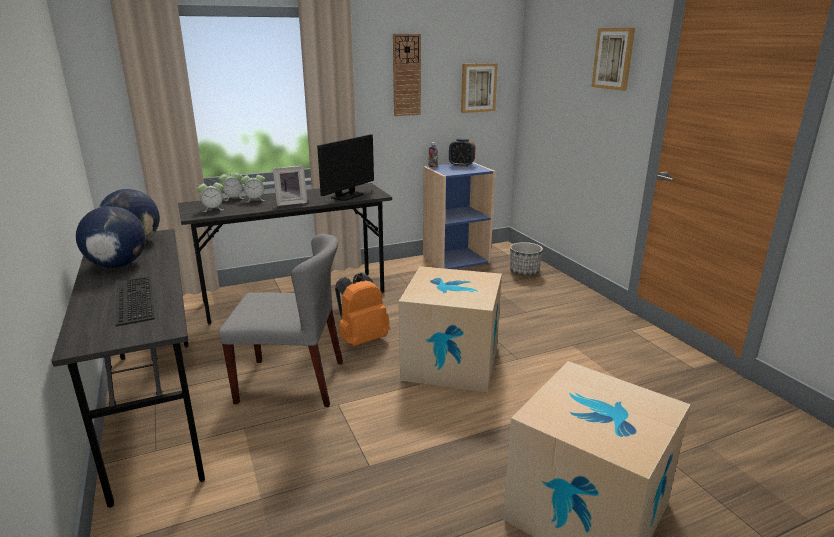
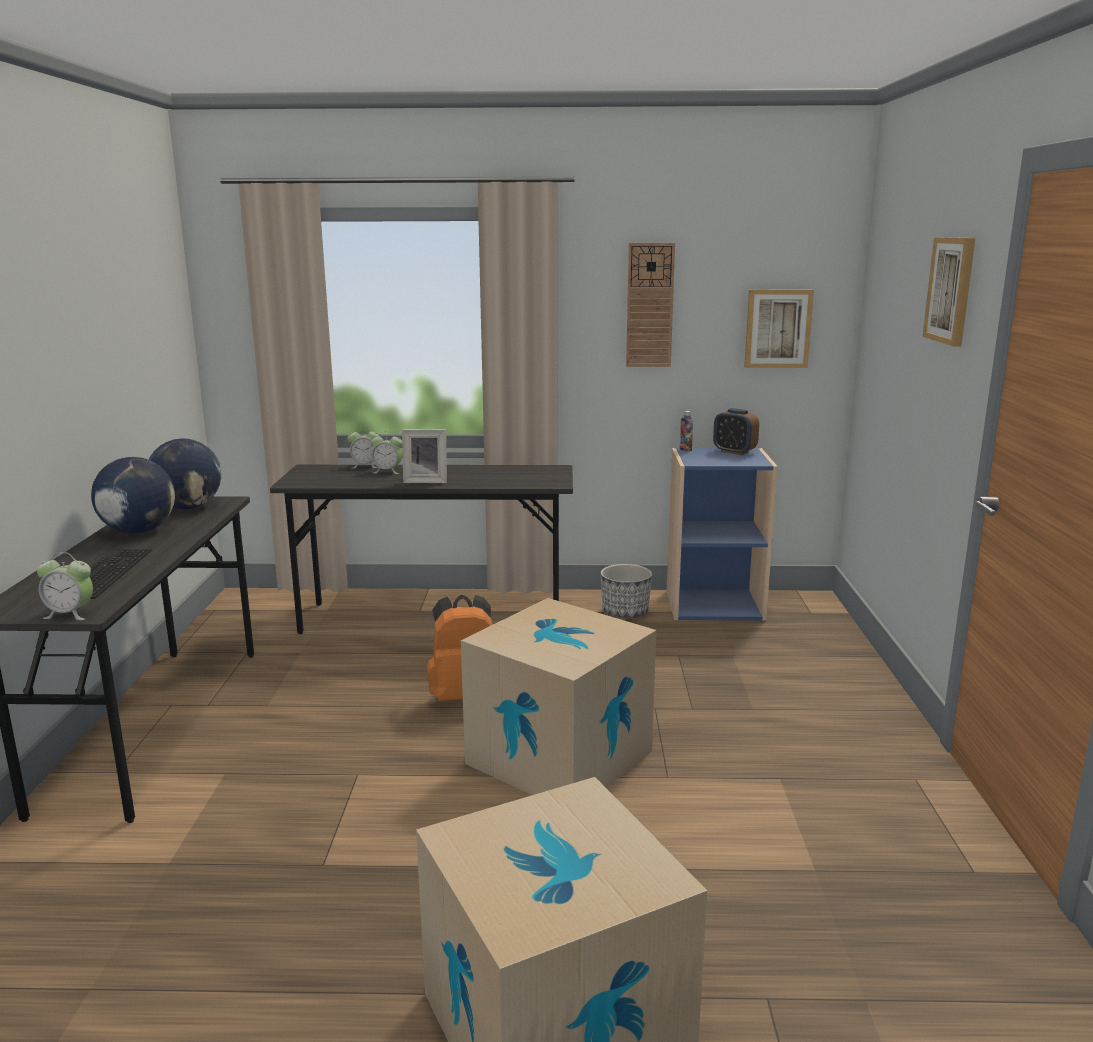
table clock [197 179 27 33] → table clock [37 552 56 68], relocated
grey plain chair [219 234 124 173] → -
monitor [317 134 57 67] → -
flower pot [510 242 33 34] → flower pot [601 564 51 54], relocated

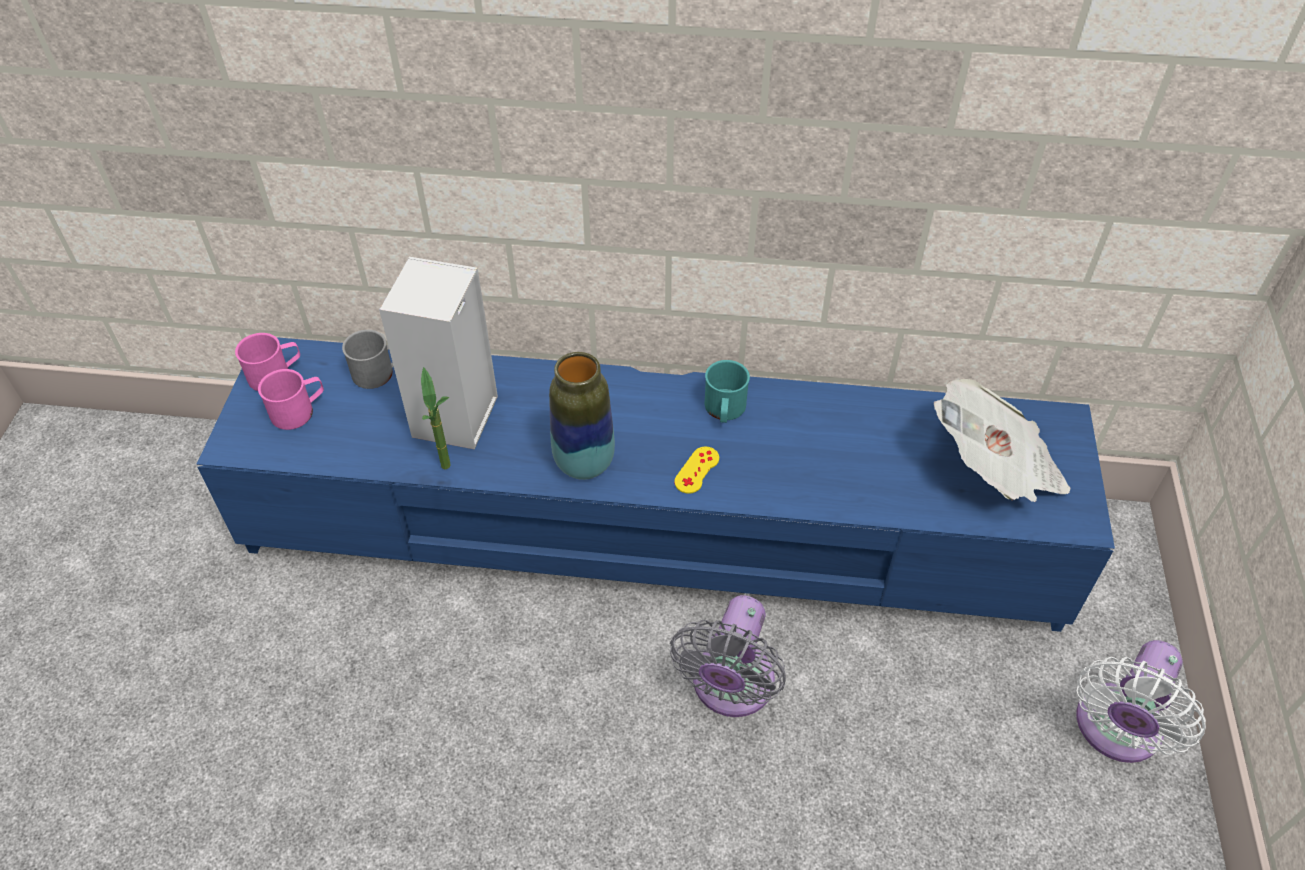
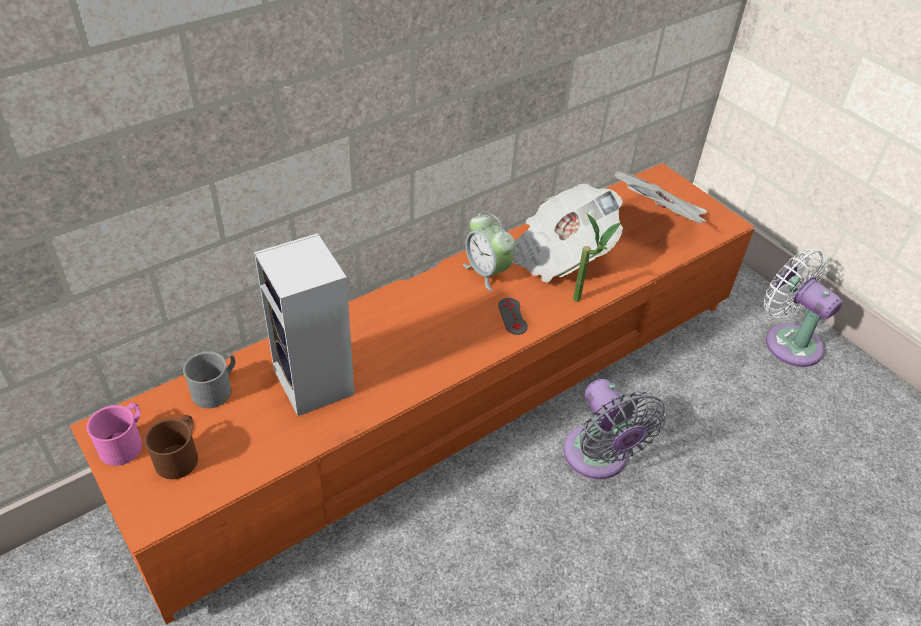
bluish media console [197 337 918 295] → orange media console [70 163 684 462]
pinkish coffee mug [258 369 66 61] → brownish coffee mug [144 415 54 64]
houseplant [421 367 30 103] → houseplant [573 214 48 88], relocated
decorative vase [549 352 66 128] → -
yellow joypad [674 447 45 47] → grey joypad [498 298 30 37]
turquoise-coloured coffee mug [705 360 45 63] → table clock [463 214 52 77]
white cooling fan [1077 640 129 123] → white cooling fan [764 249 79 118], 150 degrees clockwise
- → daily paper [513 183 110 100]

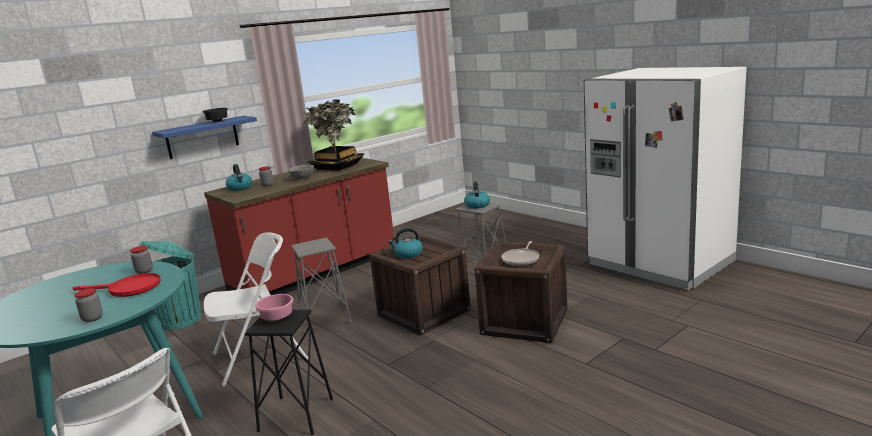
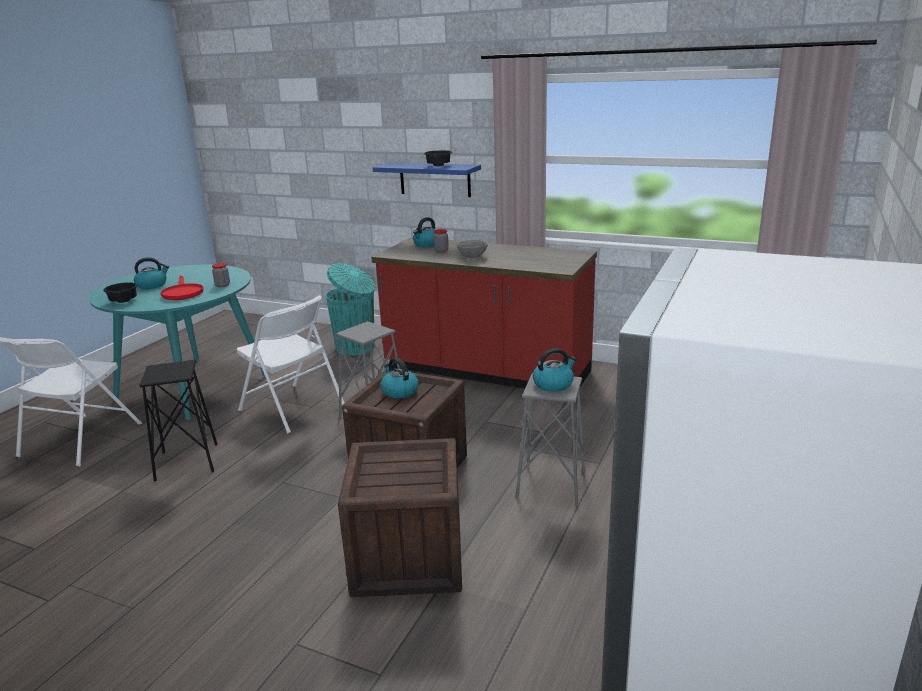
storage jar [74 288 29 34] → black bowl [103 282 34 21]
pinkish bowl [255 294 39 27] → -
houseplant [303 99 61 71] → -
pan [501 241 38 25] → -
- → kettle [134 257 35 32]

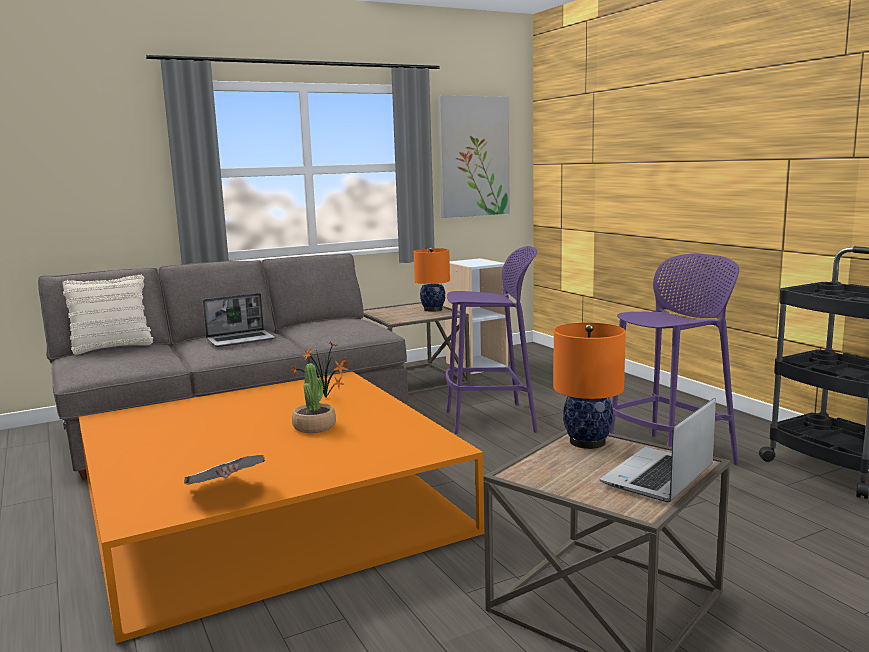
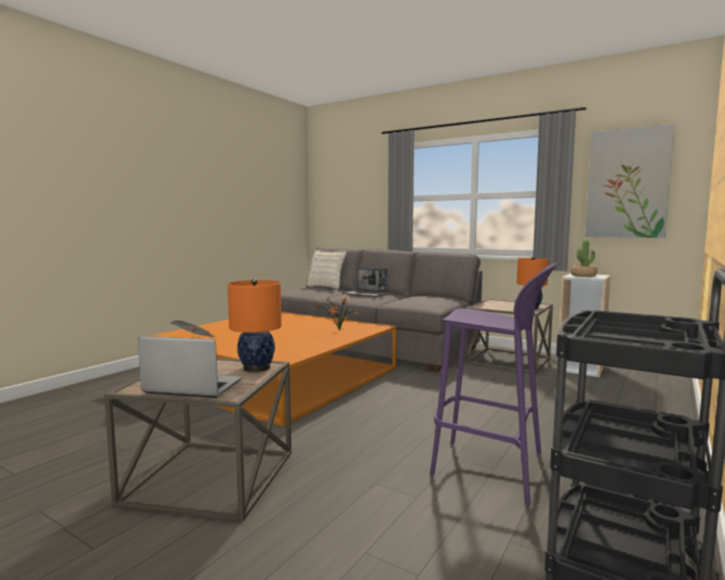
houseplant [292 363 44 70] → houseplant [571 240 26 37], relocated
purple-coloured stool [446 246 92 188] → -

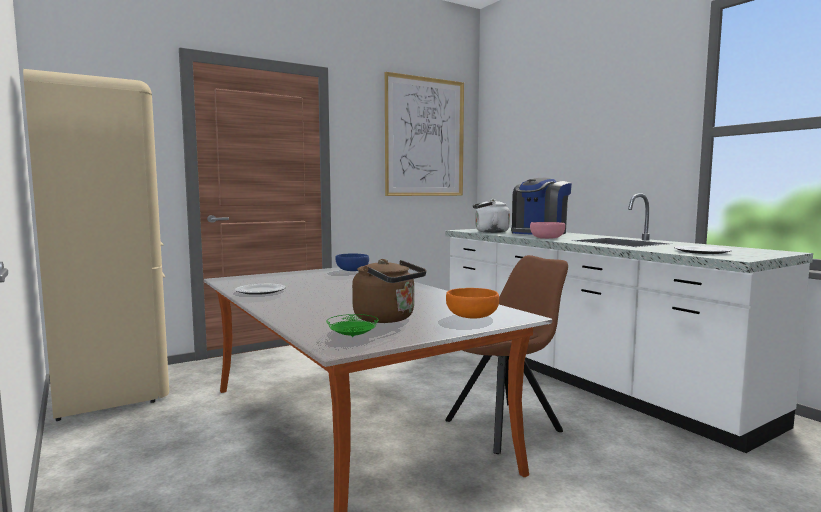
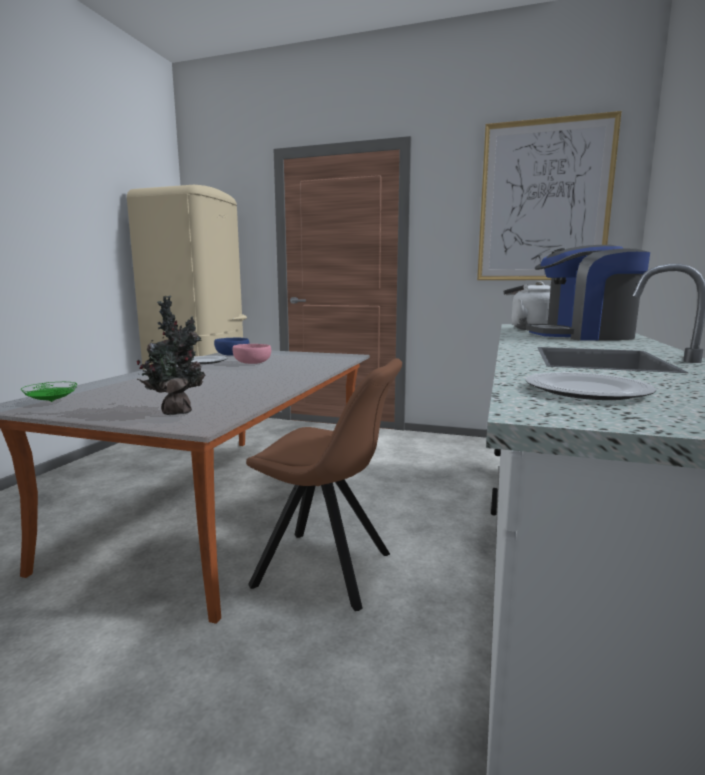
bluish bowl [336 253 33 18] → bluish bowl [214 338 35 18], relocated
brownish kettle [352 259 74 64] → -
orange bowl [446 288 53 31] → houseplant [136 295 69 120]
pinkish bowl [530 222 35 17] → pinkish bowl [232 344 39 20], relocated

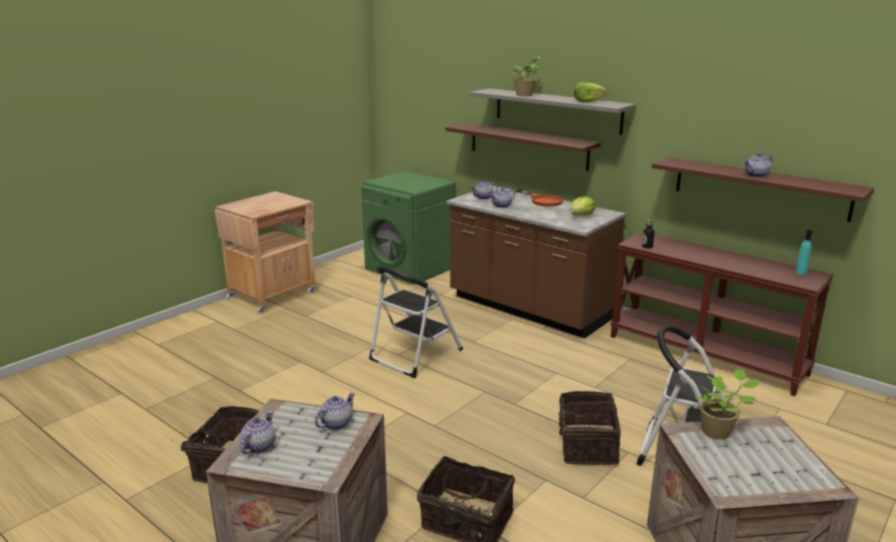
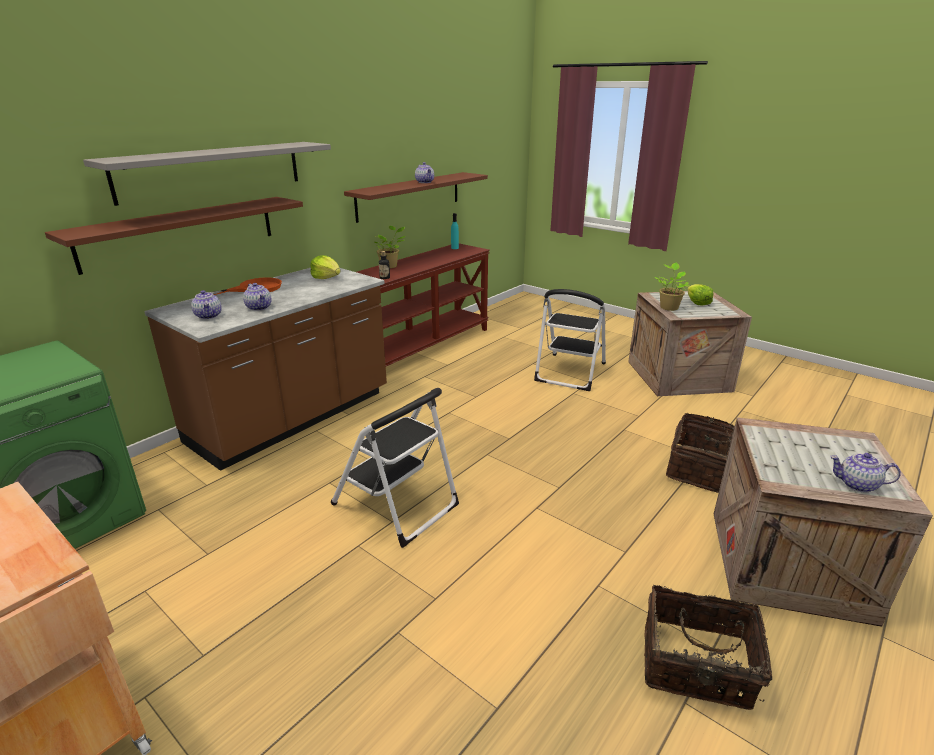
tea pot [315 392 40 38] → -
houseplant [512 56 28 41] → houseplant [374 225 32 43], relocated
household basket [546 391 75 74] → -
lettuce head [574 82 32 20] → lettuce head [687 284 26 21], relocated

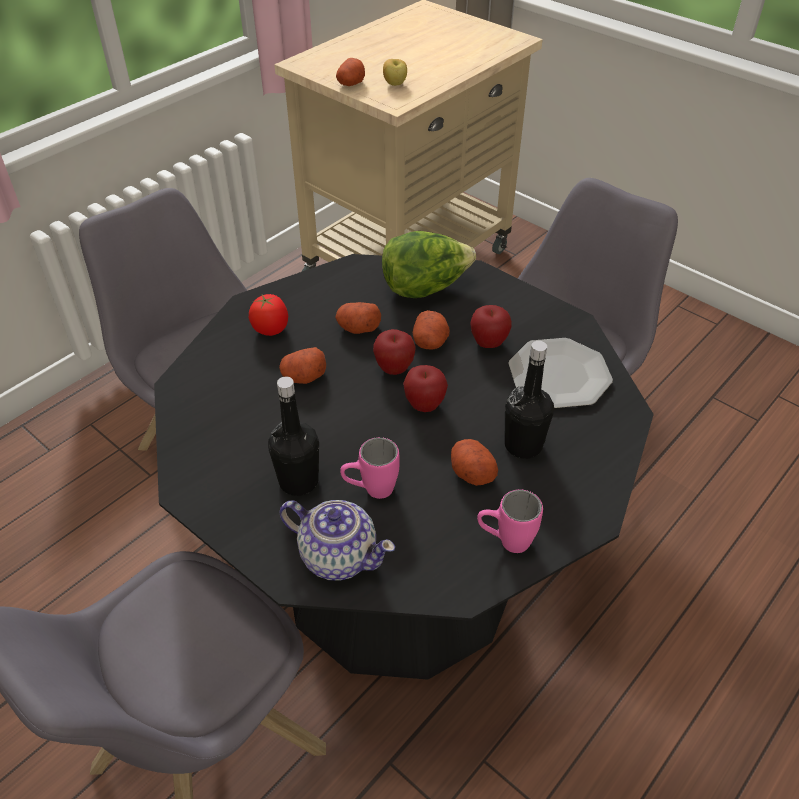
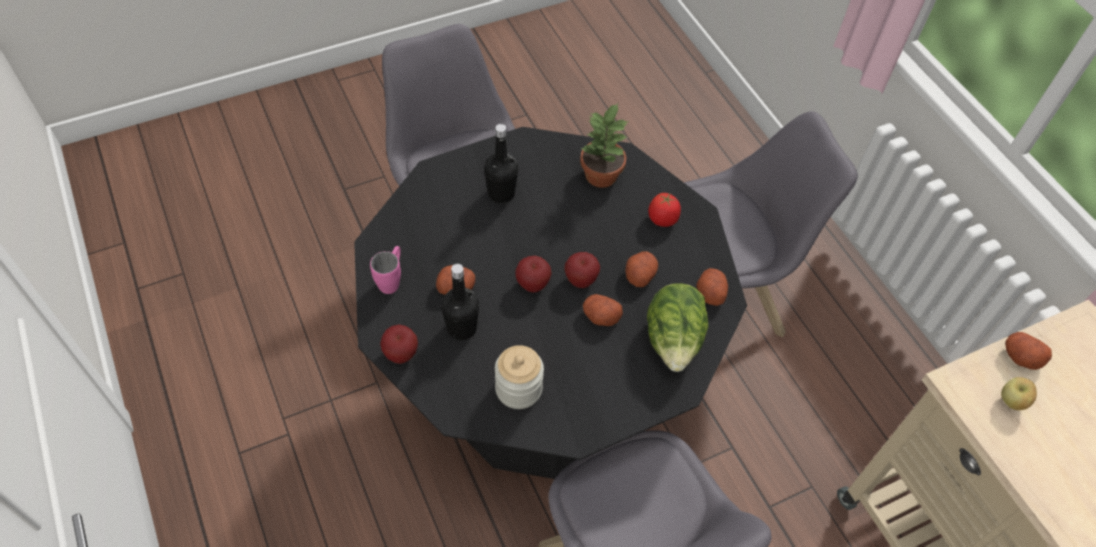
potato [279 347 47 37] → potato [696 268 32 38], relocated
tea pot [280 500 115 81] → -
pinkish coffee mug [340 437 59 62] → -
apple fruit [470 305 42 43] → apple fruit [380 324 38 40], relocated
flat dish [508 338 105 71] → storage jar [495 345 49 64]
- → houseplant [580 103 49 85]

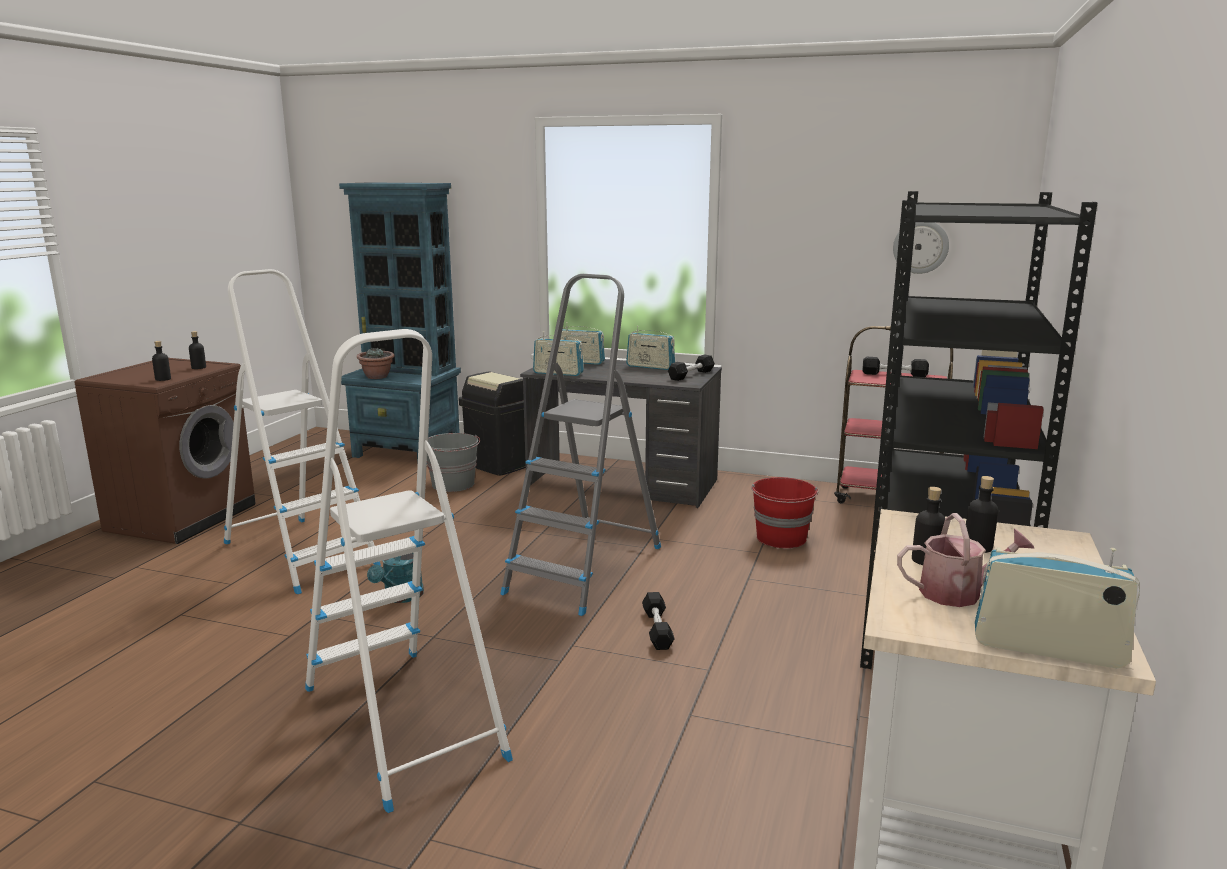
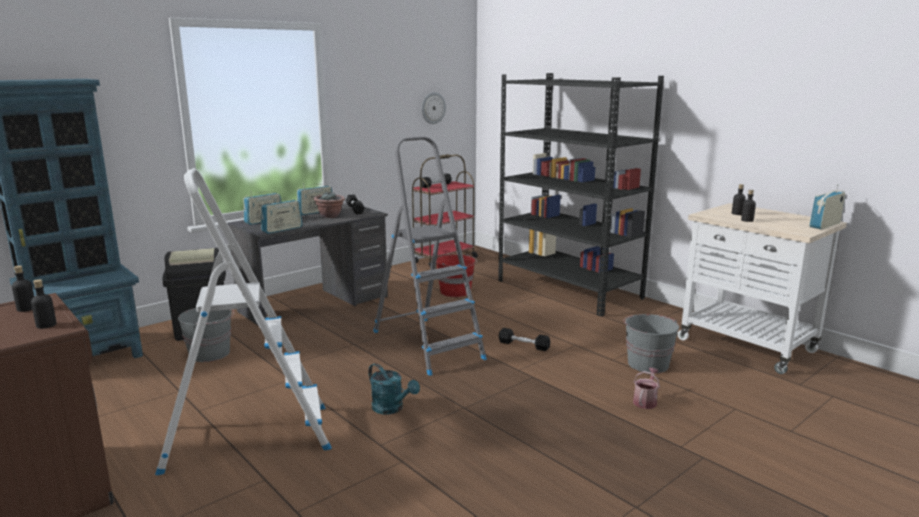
white step stool [305 329 208 484] → -
houseplant [357 347 37 32] → houseplant [314 192 31 26], relocated
sprinkling can [897 513 138 94] → sprinkling can [633 368 27 41], relocated
- → grey water bucket [623 314 56 59]

